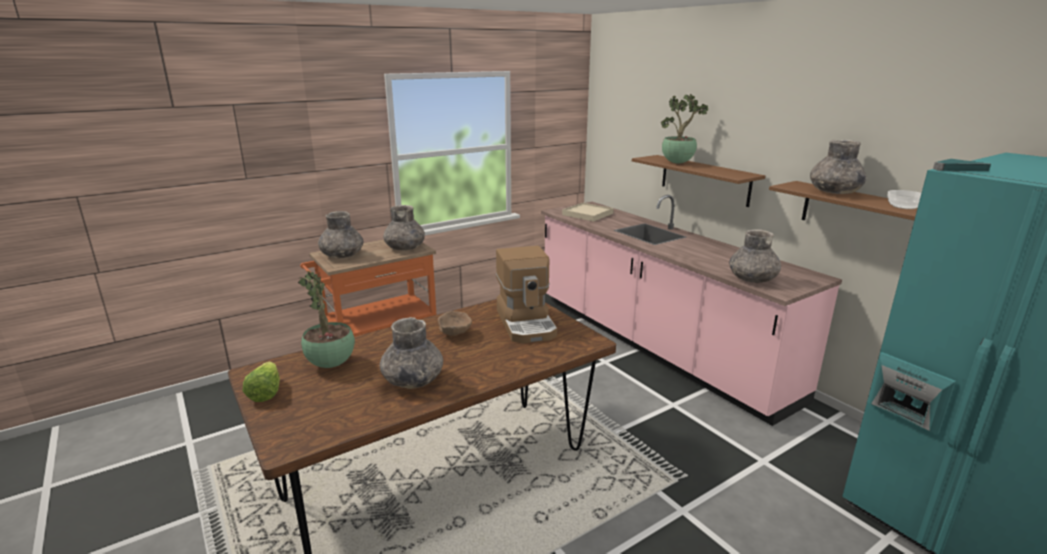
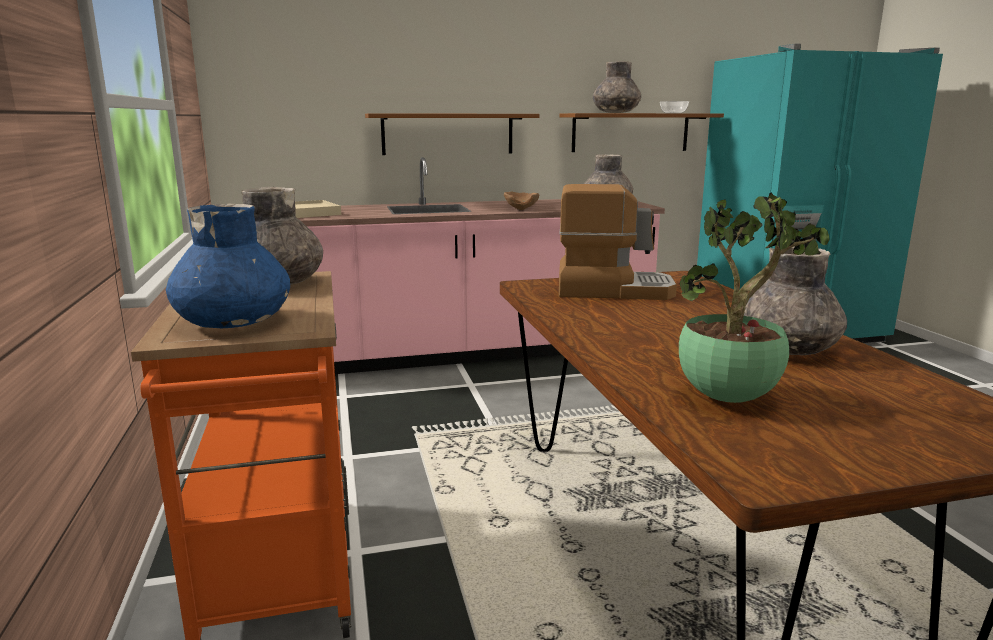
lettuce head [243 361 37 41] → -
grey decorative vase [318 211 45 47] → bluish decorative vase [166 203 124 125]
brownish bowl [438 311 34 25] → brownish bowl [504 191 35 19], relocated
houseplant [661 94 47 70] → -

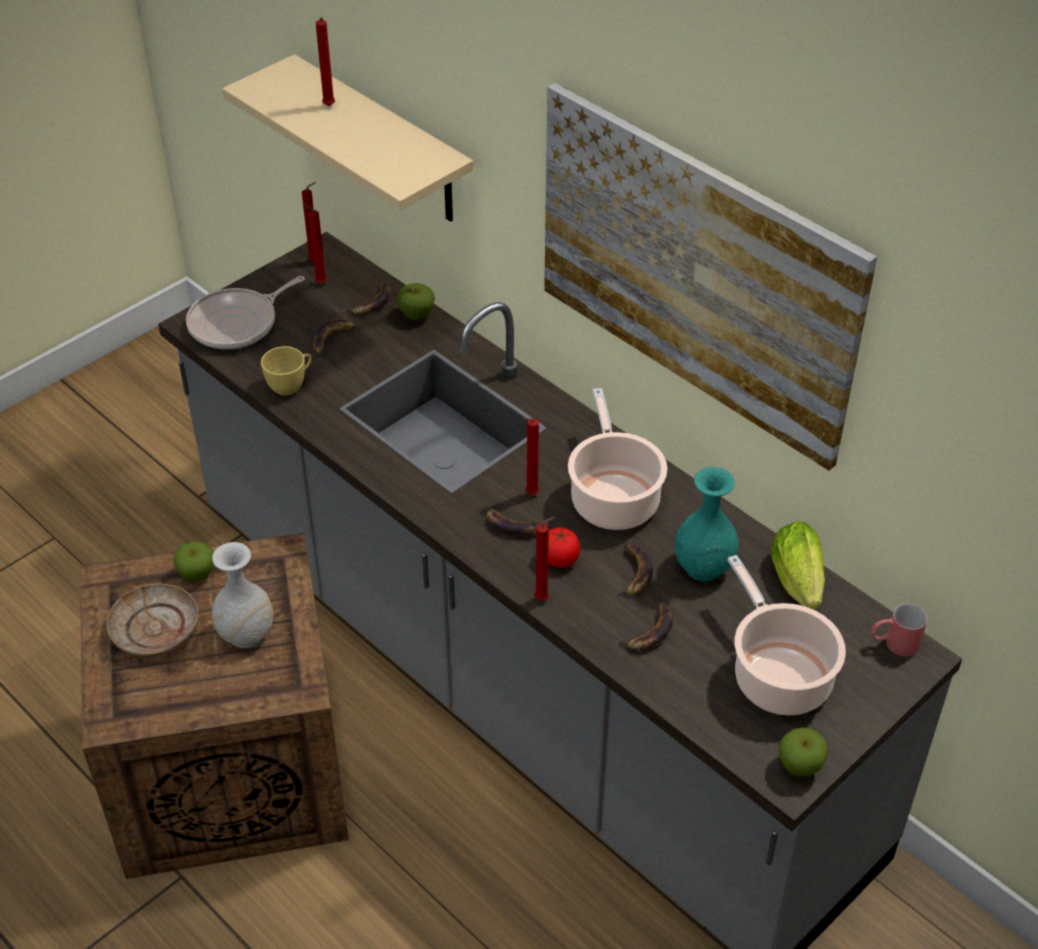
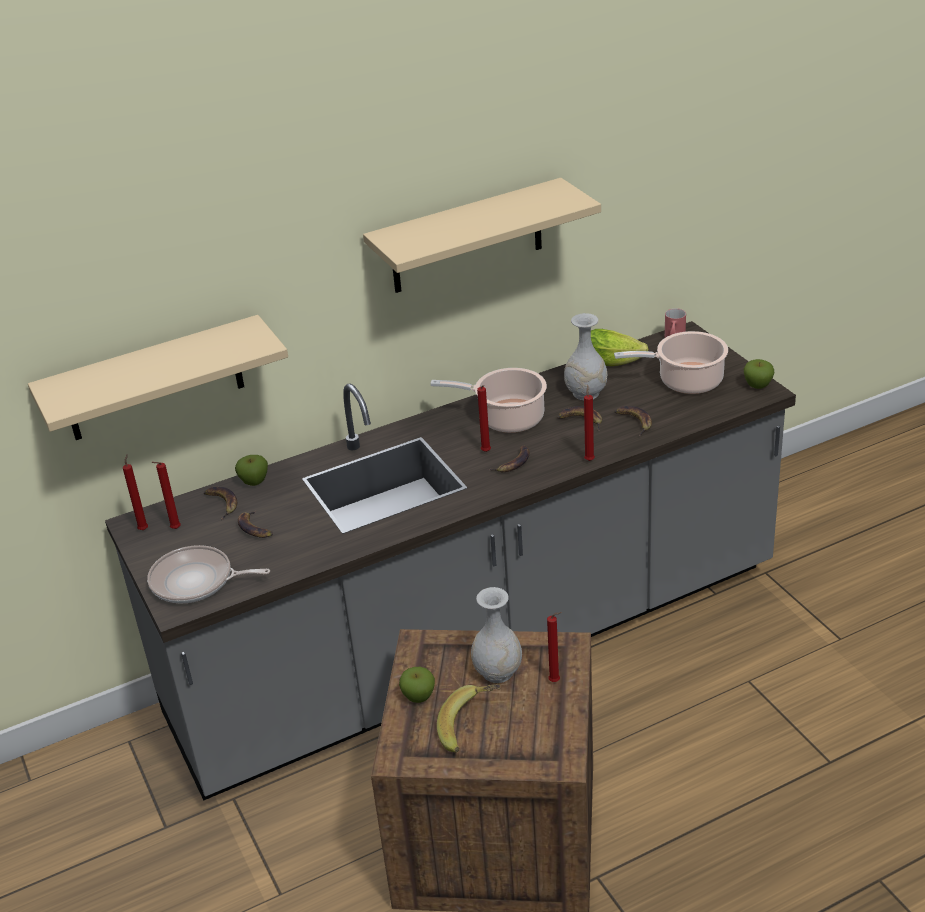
beige flat dish [106 584 93 73] → banana fruit [437 684 63 69]
pan [186 276 119 73] → pan [147 545 123 58], 120 degrees clockwise
yellow small cup [261 346 51 50] → -
red-coloured candle [316 17 19 89] → red-coloured candle [547 612 15 70], relocated
wall art [544 83 333 388] → beige shelf [363 178 238 115]
tomato [548 527 32 41] → -
turquoise-coloured decorative vase [674 467 65 114] → white decorative vase [564 313 44 87]

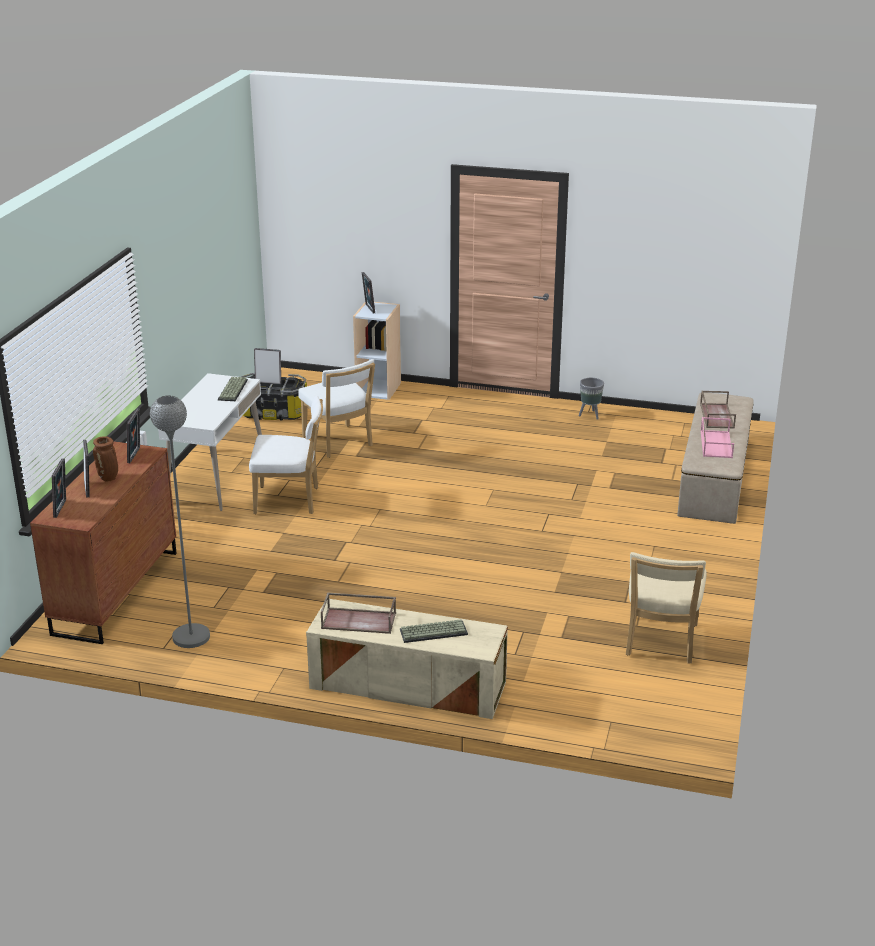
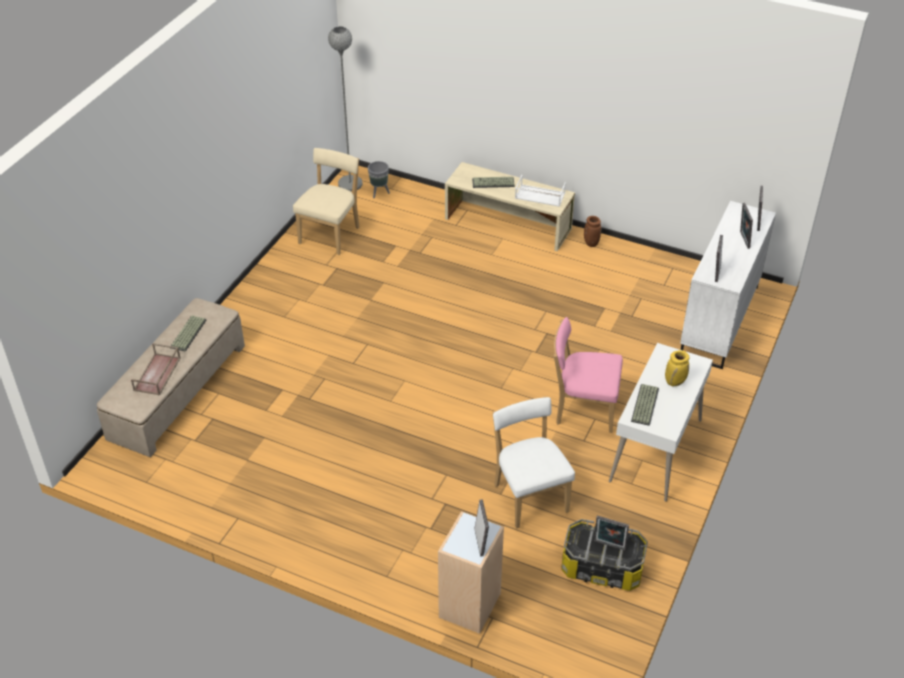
brownish drawer chest [30 441 147 203] → white drawer chest [680 201 96 168]
brownish decorative vase [93 436 25 46] → brownish decorative vase [584 216 17 31], relocated
grey floor lamp [150 395 60 253] → grey floor lamp [328 26 35 166], relocated
white plain chair [249 396 74 118] → pinkish plain chair [554 317 69 116]
brownish serving tray [321 592 75 42] → white serving tray [515 175 51 32]
grey flower pot [579 378 25 42] → grey flower pot [368 161 22 37], relocated
pinkish serving tray [701 417 33 41] → computer keyboard [171 316 35 36]
- → yellow decorative vase [665 350 24 36]

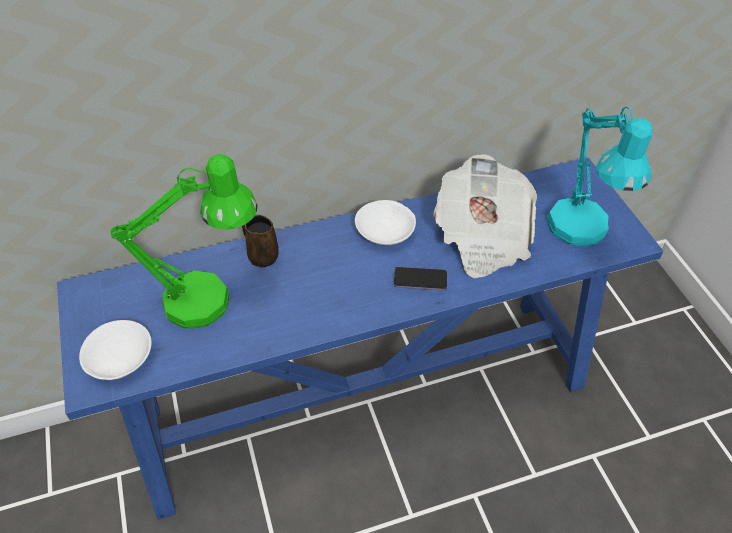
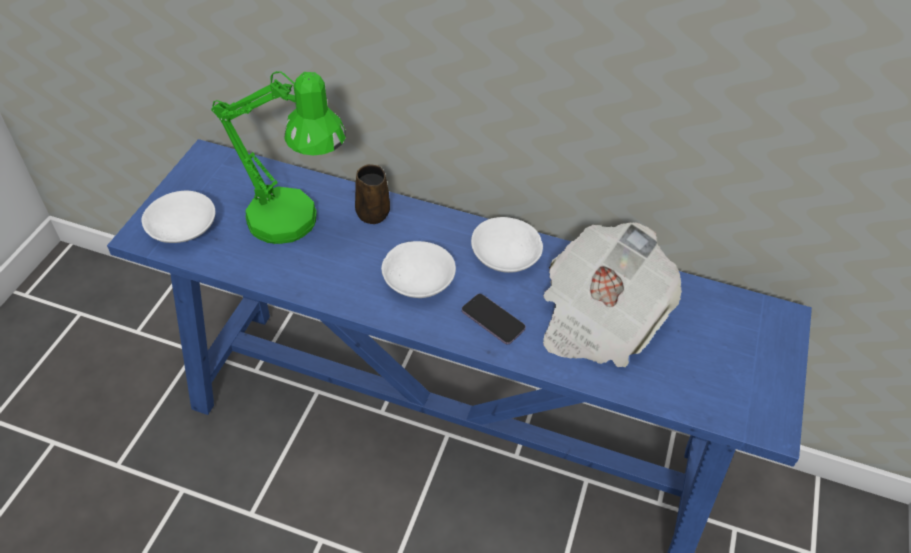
turquoise-coloured table lamp [547 107 105 139] → -
- → white bowl [381 241 75 57]

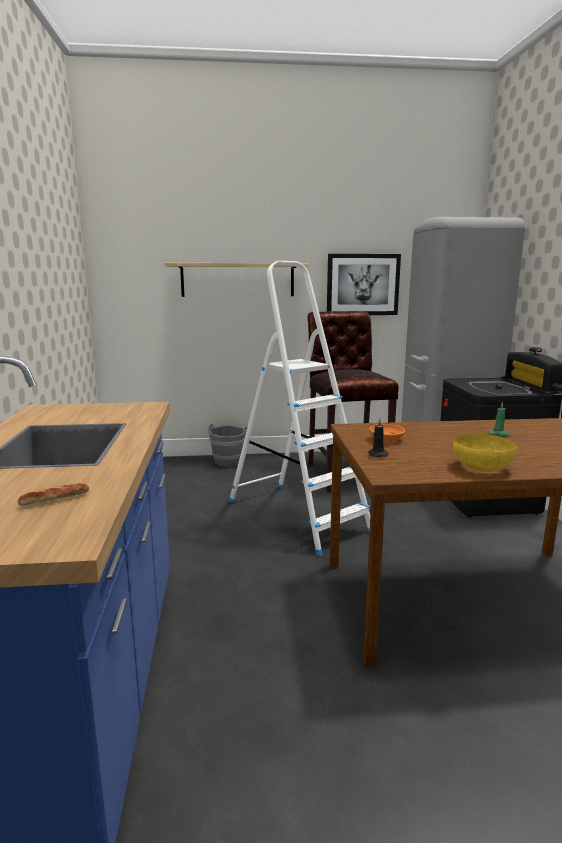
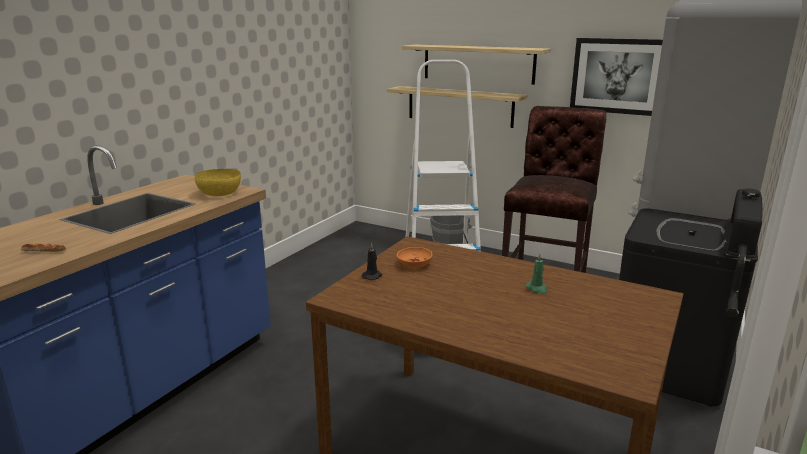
yellow bowl [453 433 64 39] → yellow bowl [194 169 47 27], relocated
- → shelf [387 86 141 42]

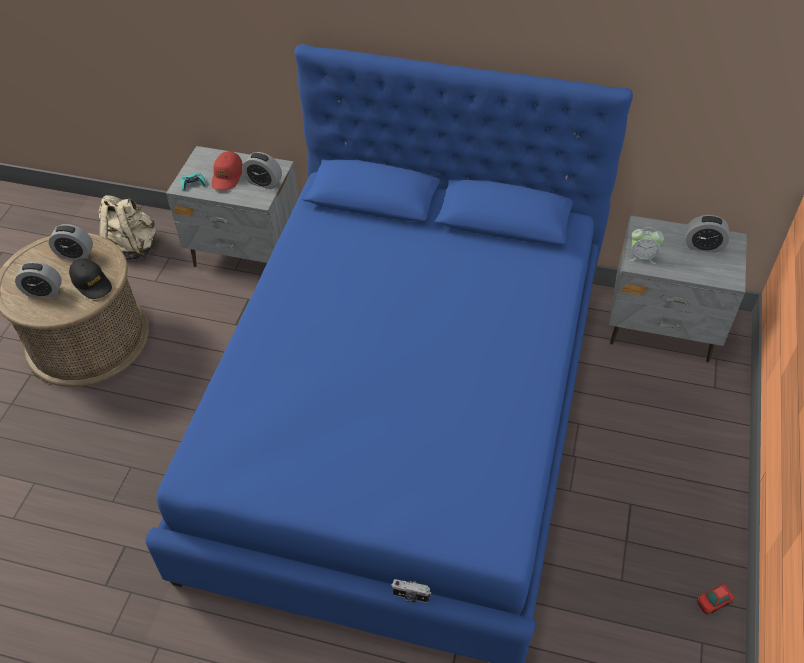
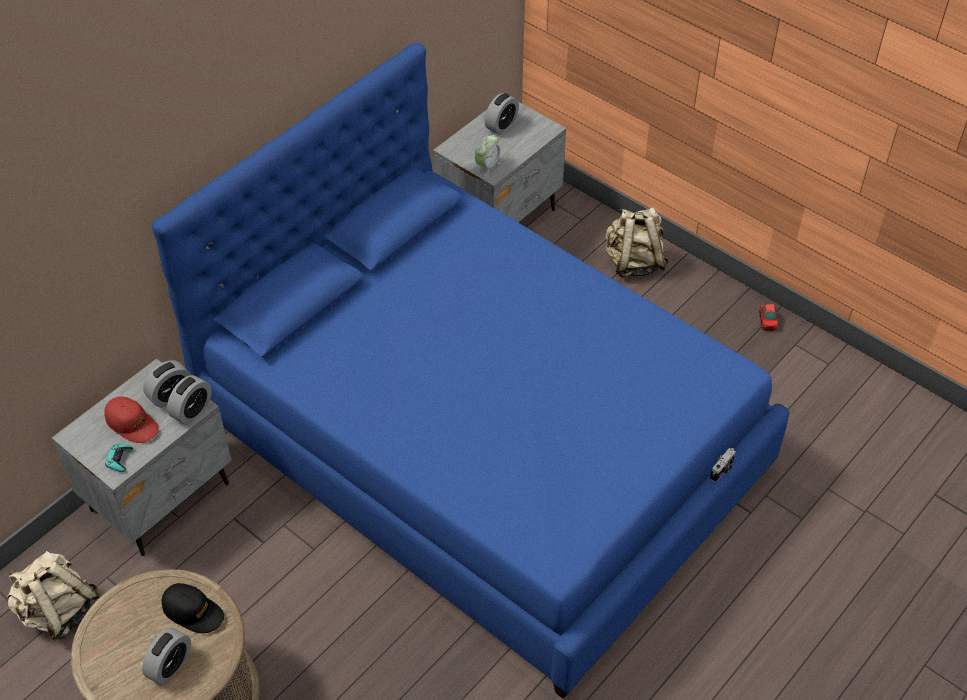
table clock [49 224 44 35] → table clock [167 375 45 50], relocated
black peaked cap [69 258 43 41] → black peaked cap [162 583 62 50], 45 degrees clockwise
- → beige backpack [606 208 63 70]

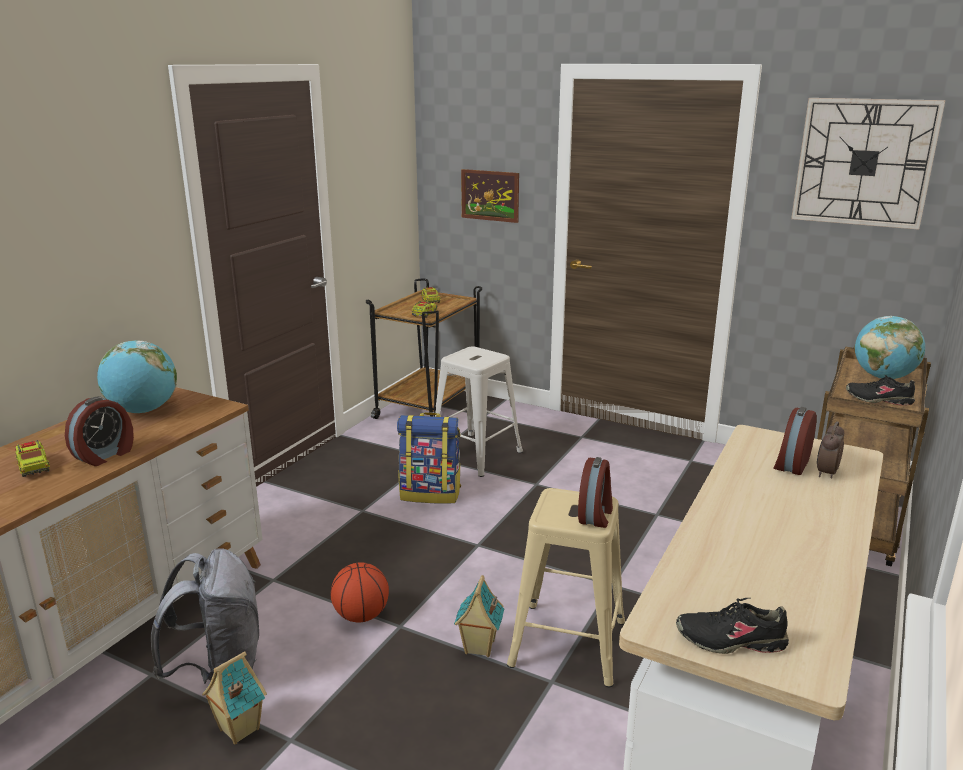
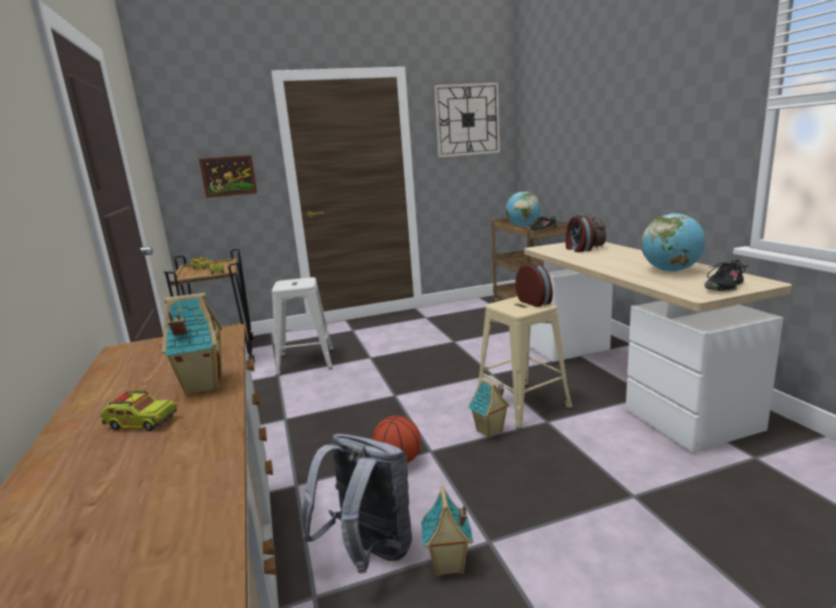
table clock [65 396 69 70] → miniature house [162 293 60 102]
world globe [97 340 80 73] → world globe [641 213 64 59], relocated
backpack [397 412 64 92] → -

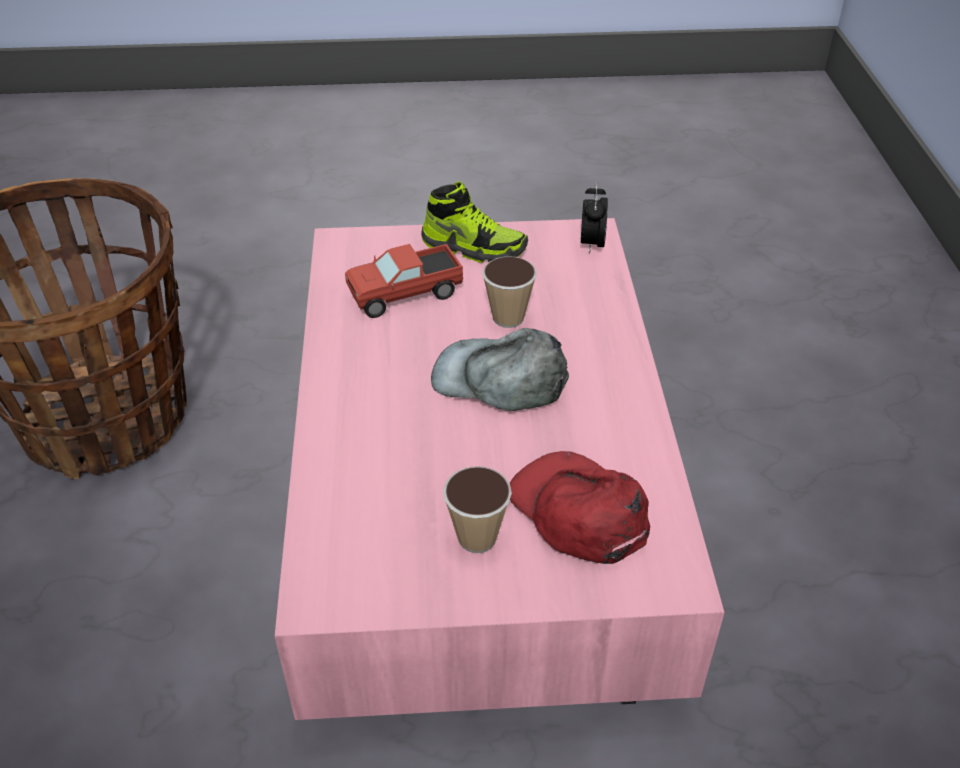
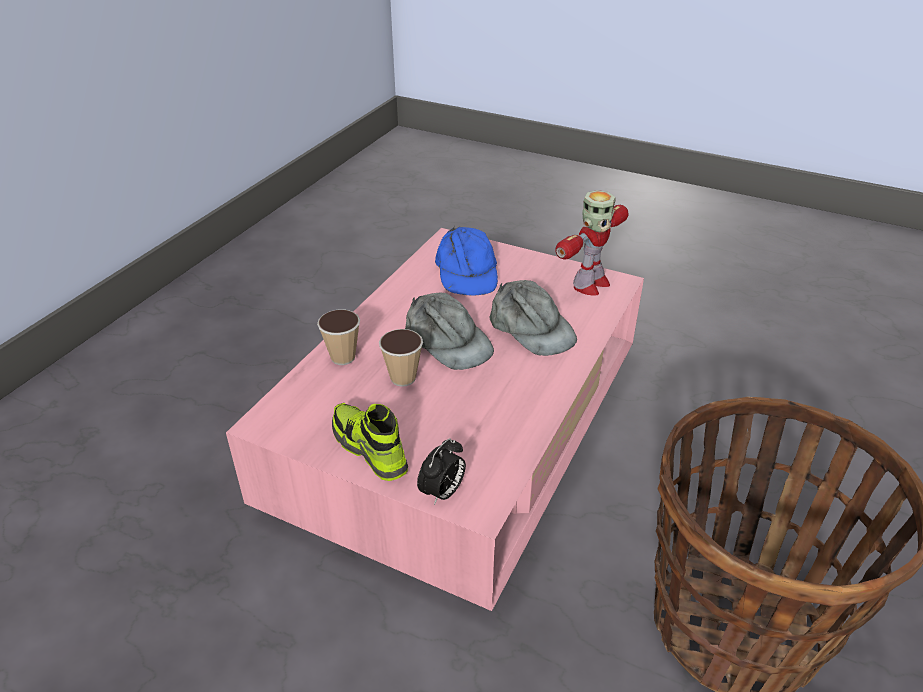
toy truck [345 244 118 74] → -
small cup [443 466 69 87] → small cup [317 310 43 55], relocated
red-coloured peaked cap [510 451 140 113] → bluish peaked cap [435 226 63 70]
table clock [581 182 27 72] → table clock [417 438 49 67], relocated
- → grey peaked cap [489 280 88 76]
- → model robot [555 190 73 106]

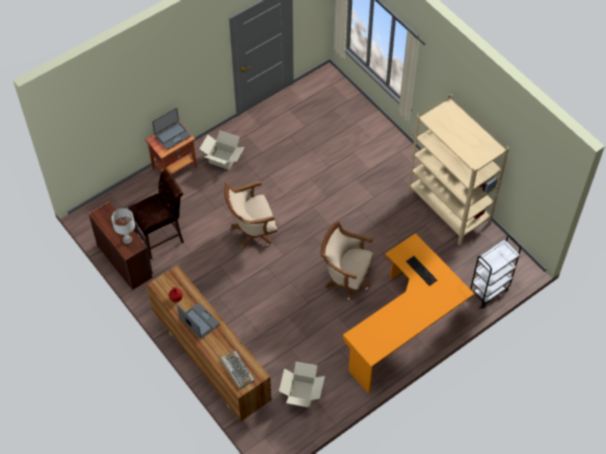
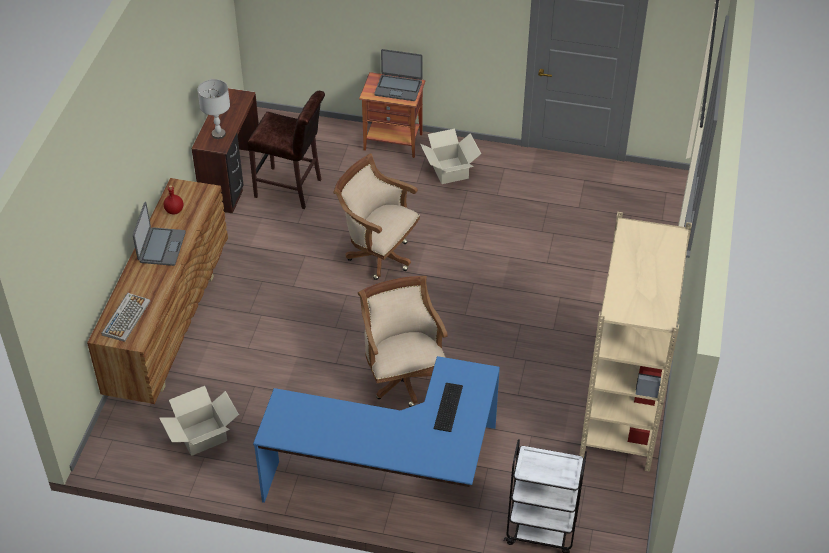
orange desk [343 233 131 161] → bluish desk [253 356 247 147]

